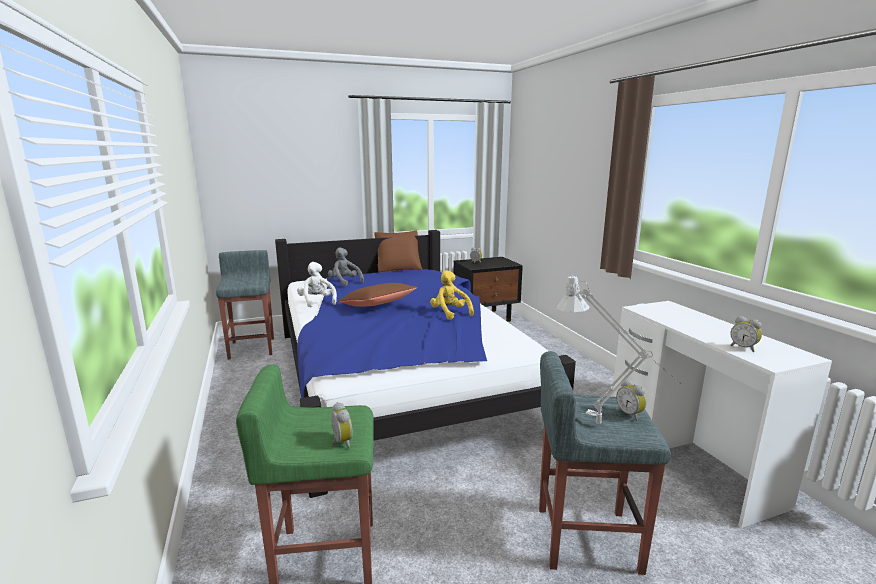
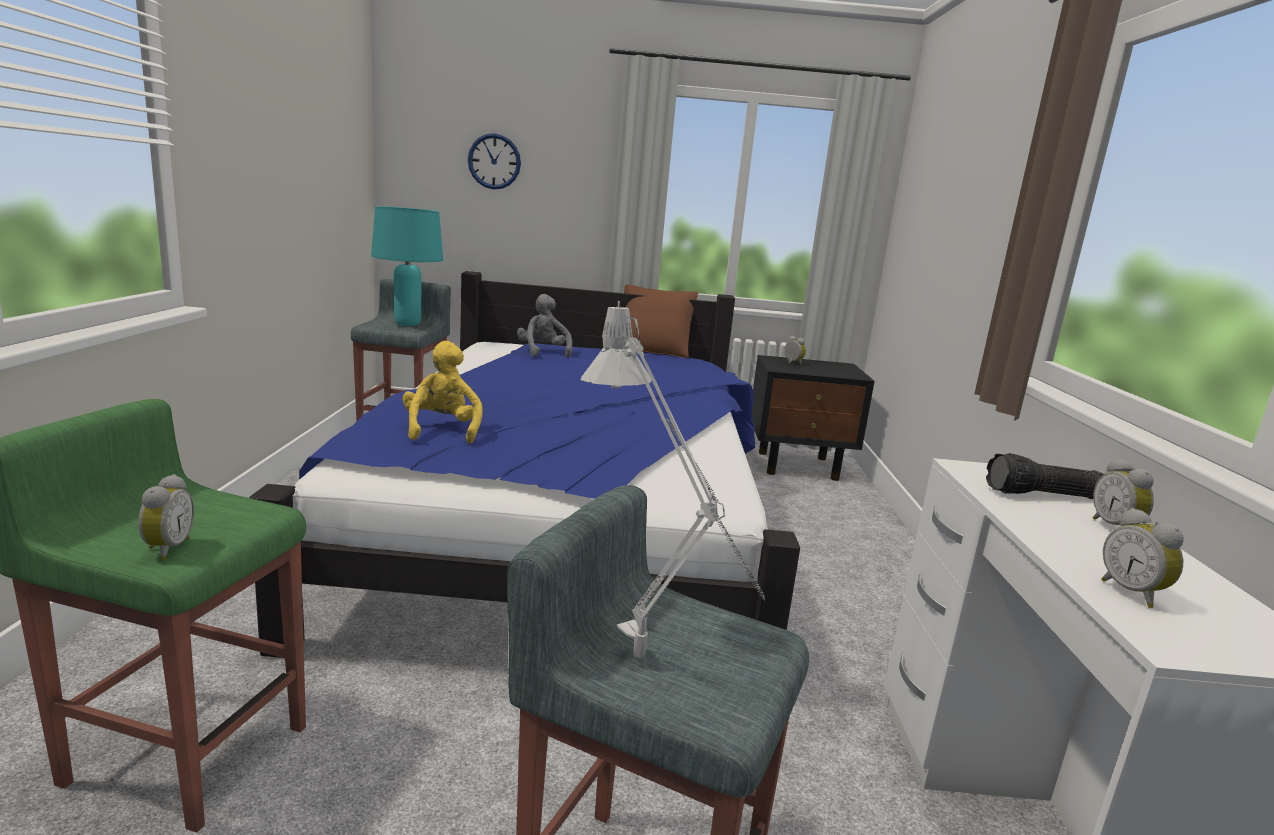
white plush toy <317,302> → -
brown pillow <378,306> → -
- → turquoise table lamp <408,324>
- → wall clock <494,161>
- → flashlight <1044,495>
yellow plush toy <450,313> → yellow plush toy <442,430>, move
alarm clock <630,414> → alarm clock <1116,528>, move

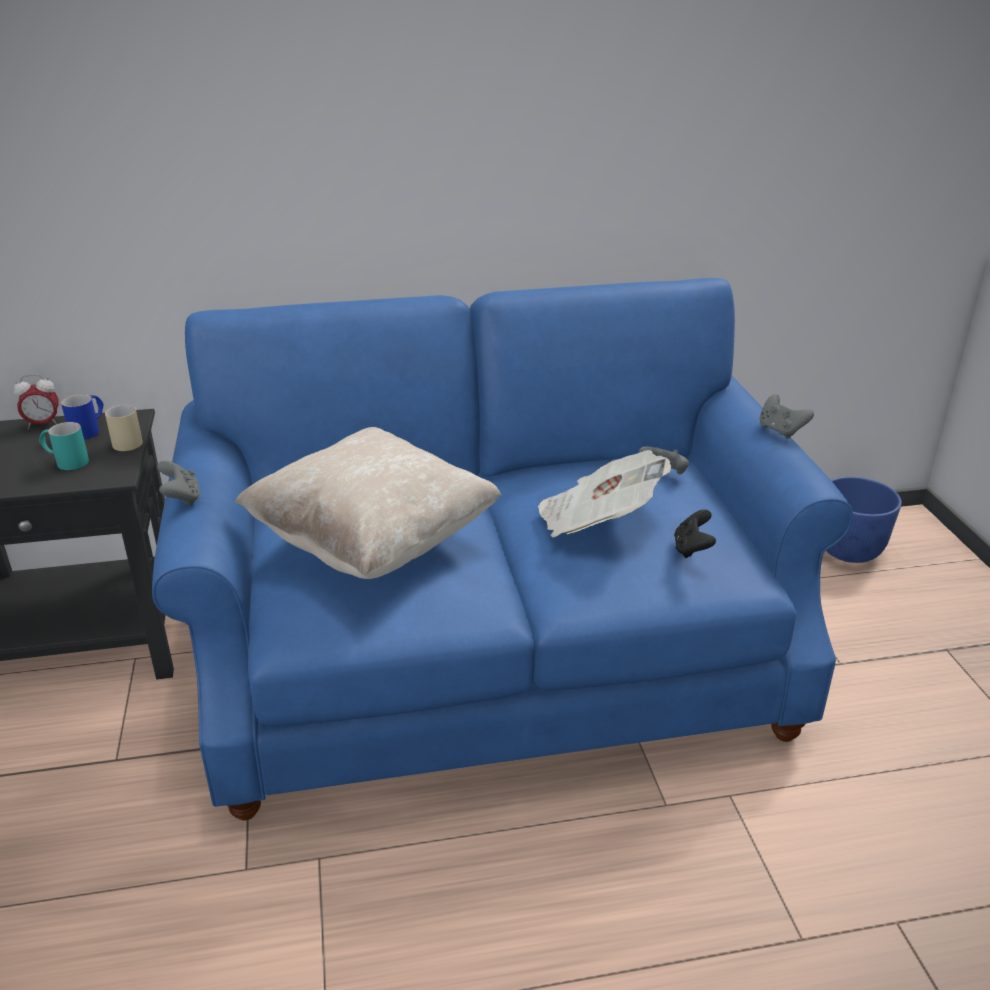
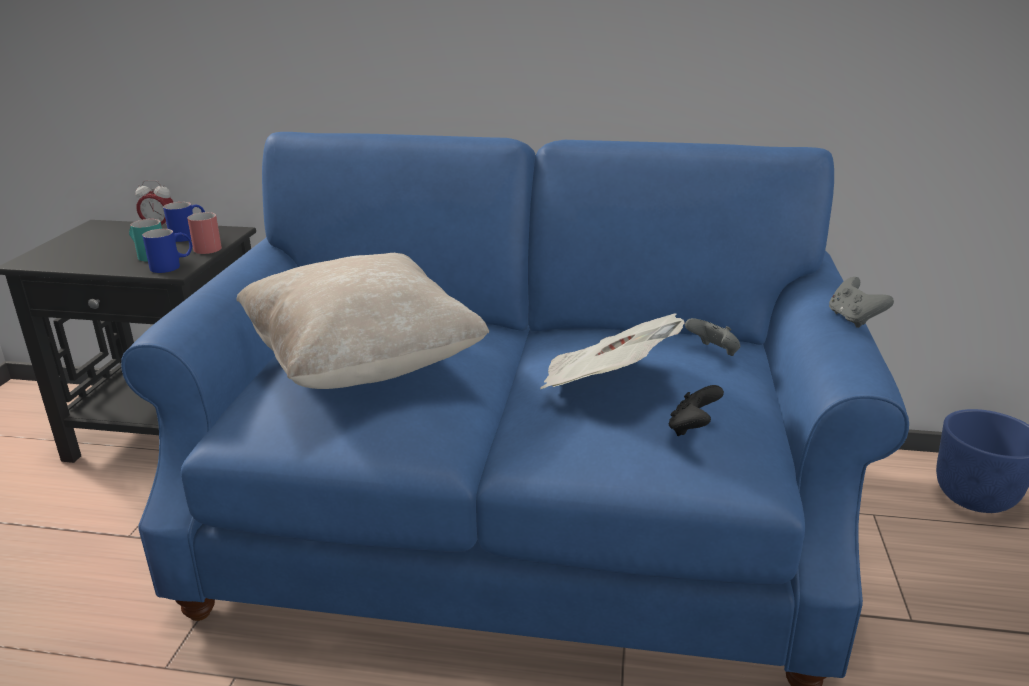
grey game controller <182,498> → -
- → blue mug <173,266>
beige mug <125,441> → red mug <208,247>

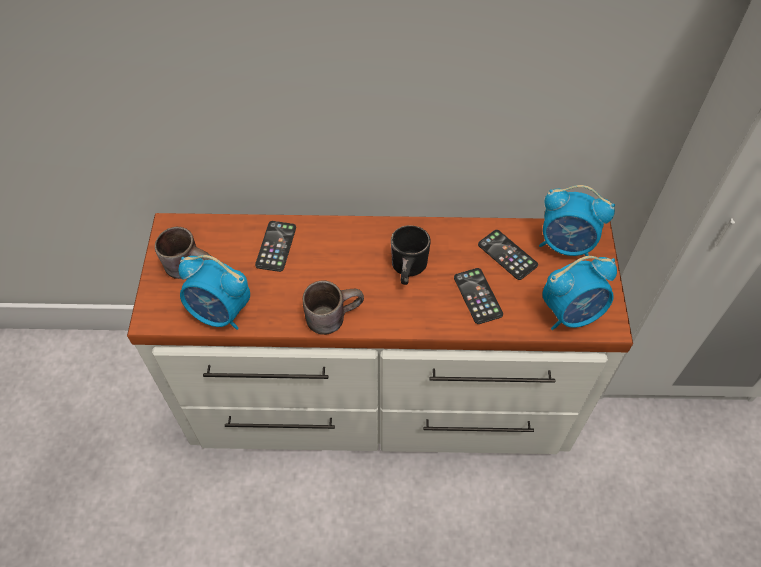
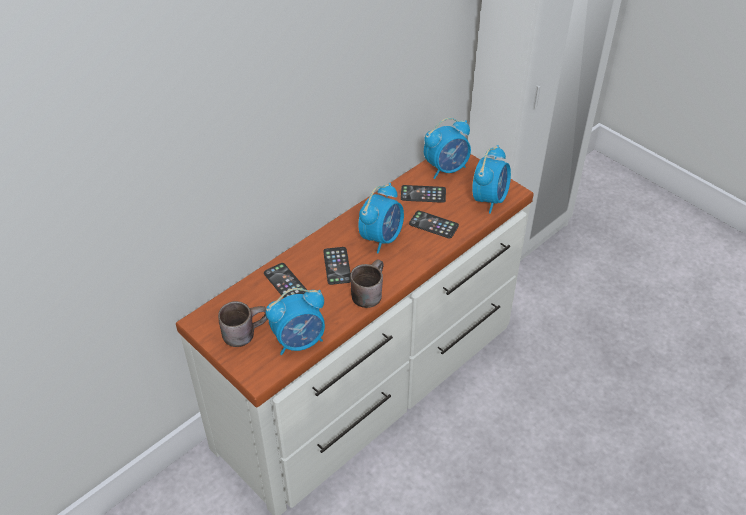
- → phone <337,266>
black mug <411,270> → alarm clock <381,238>

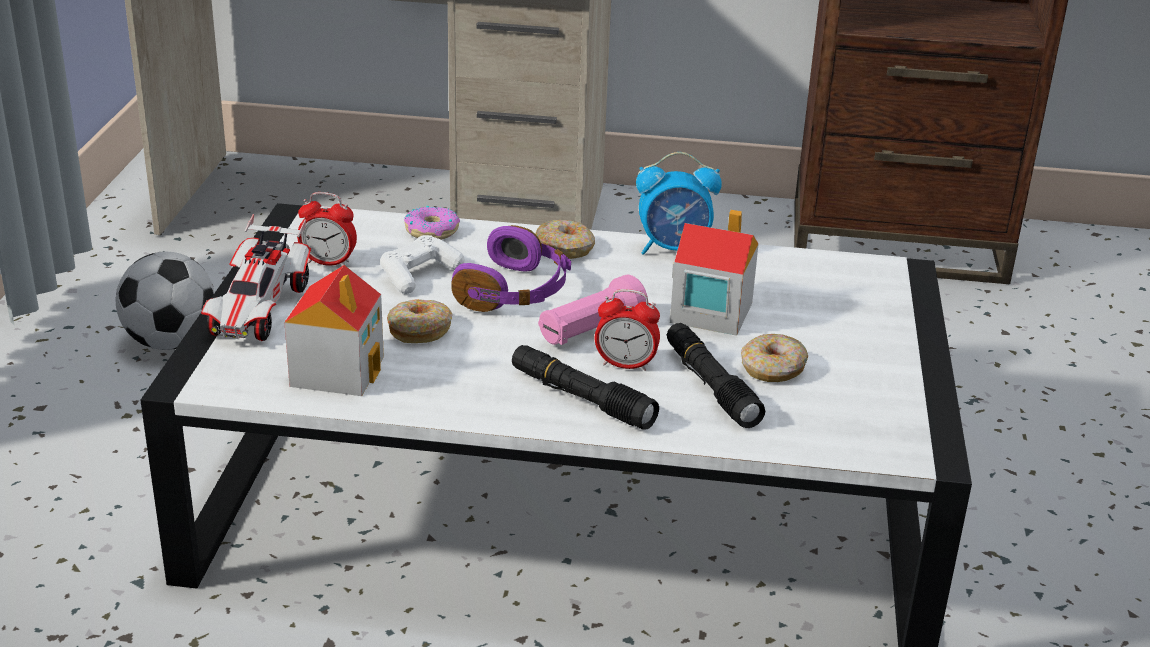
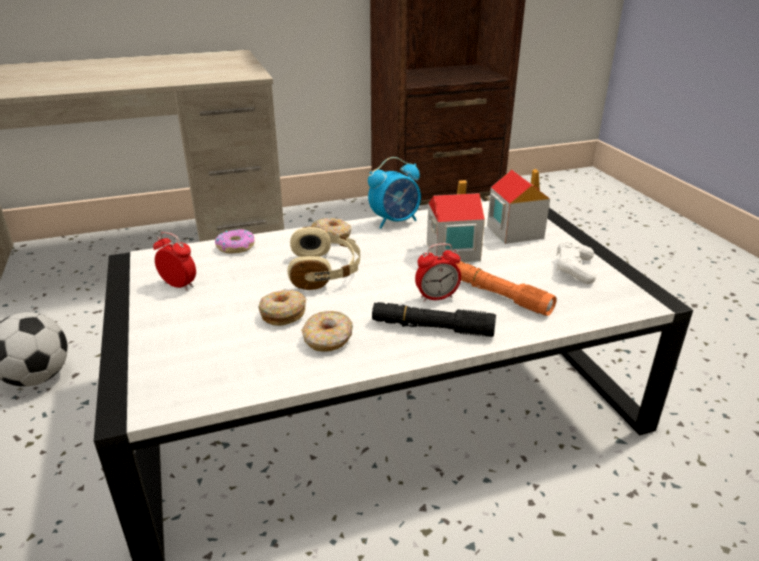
toy car <259,310> → -
pink flashlight <590,332> → -
toy house <337,370> → toy house <514,231>, move
white game controller <419,275> → white game controller <574,269>, move
donut <773,369> → donut <328,339>, move
purple headphones <515,292> → beige headphones <325,271>
black flashlight <711,385> → orange flashlight <498,295>
alarm clock <328,262> → alarm clock <178,285>, 135 degrees counterclockwise

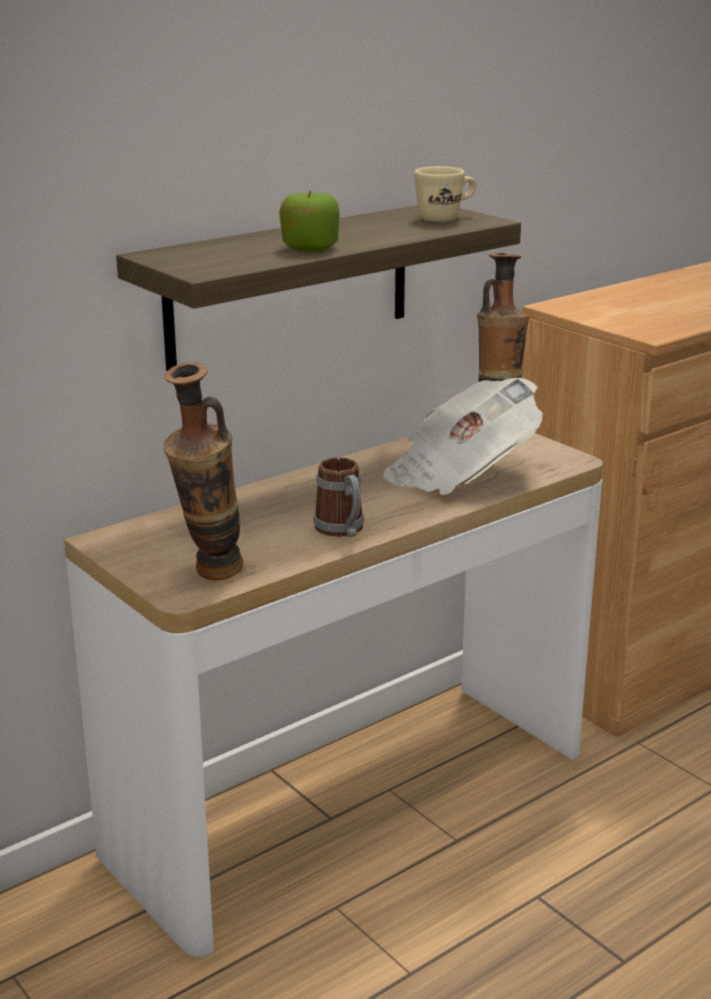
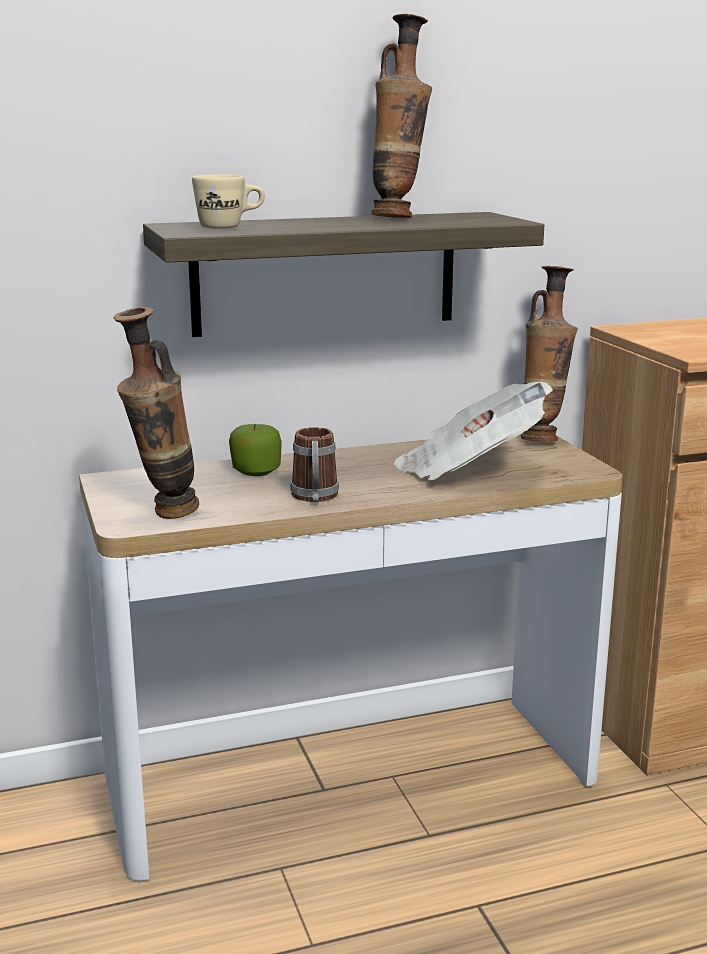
- → vase <398,218>
apple <310,248> → apple <256,471>, move
beige mug <446,218> → beige mug <230,227>, move

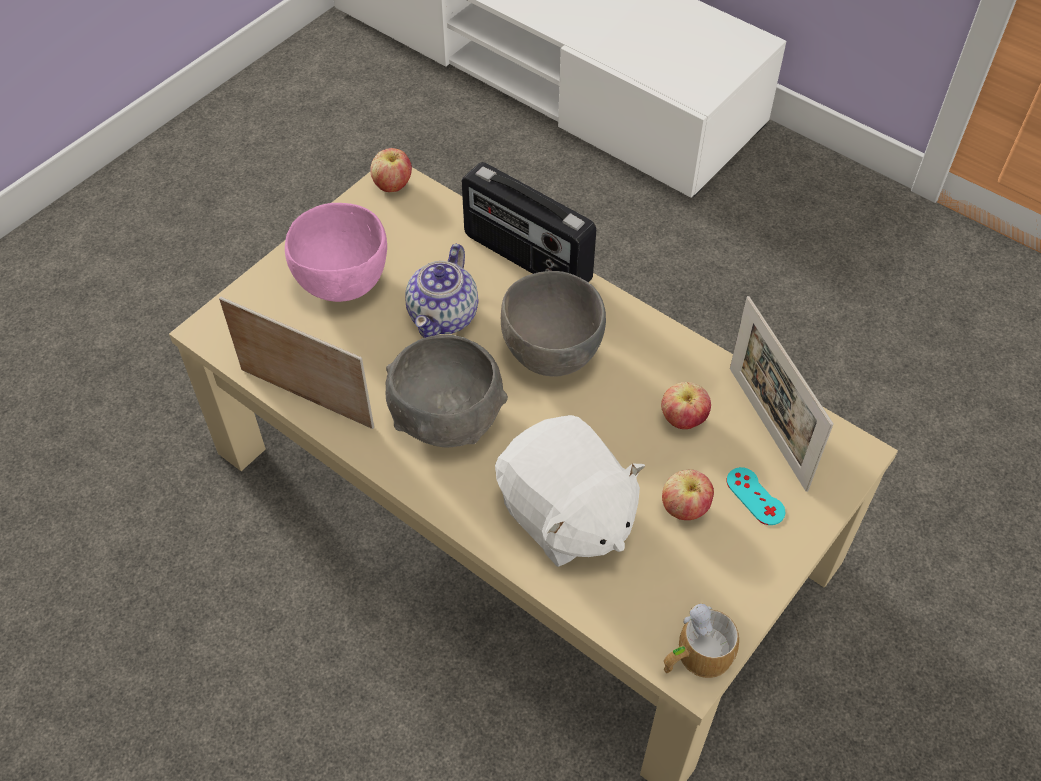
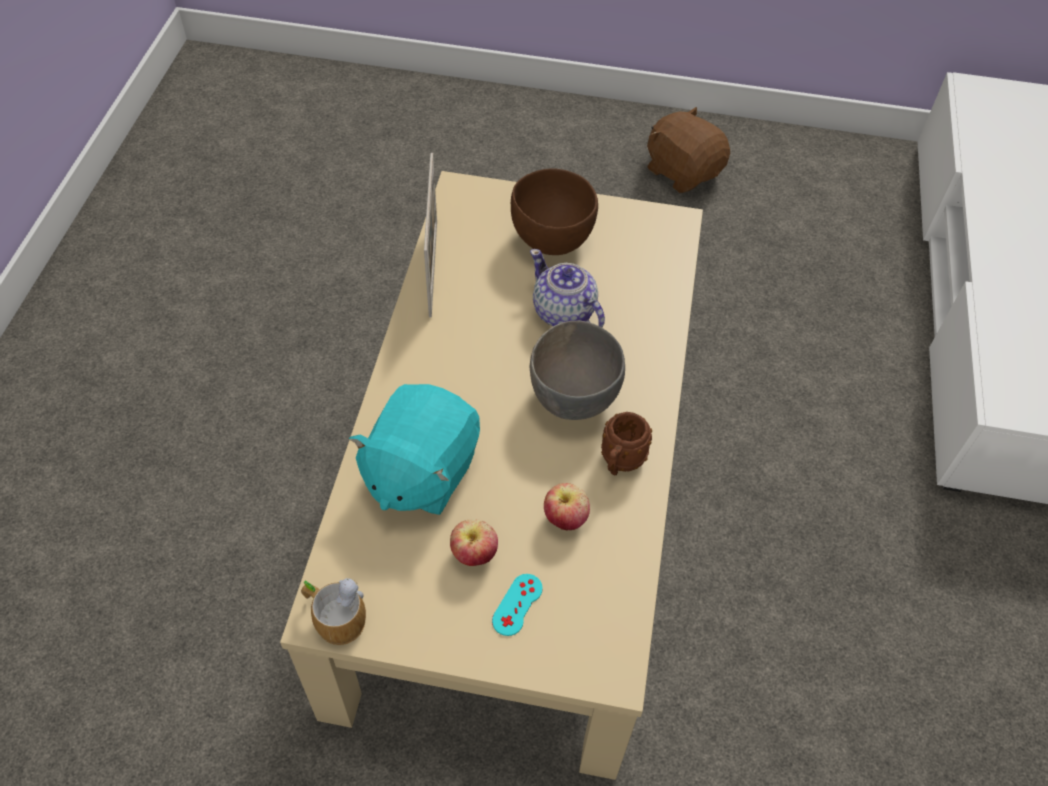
apple <392,185> → -
grey bowl <446,418> → -
radio <526,259> → -
picture frame <767,427> → -
- → brown mug <620,462>
- → brown plush toy <683,171>
pink bowl <341,283> → brown bowl <551,239>
white plush toy <565,515> → turquoise plush toy <420,471>
teapot <444,315> → teapot <564,313>, 60 degrees clockwise

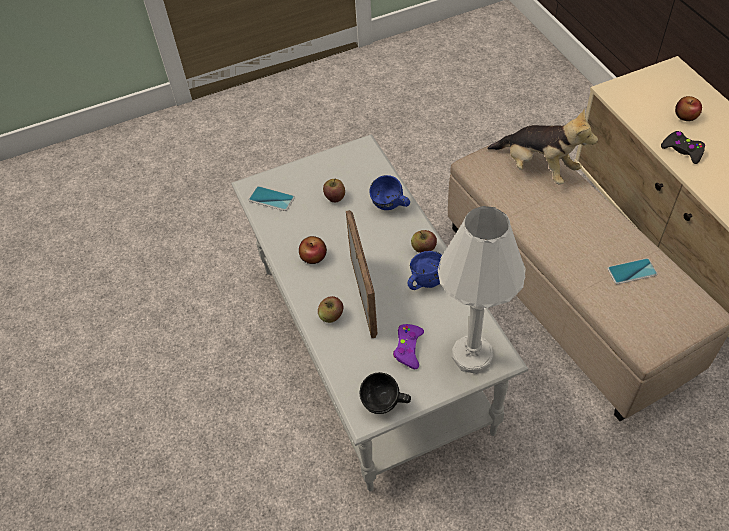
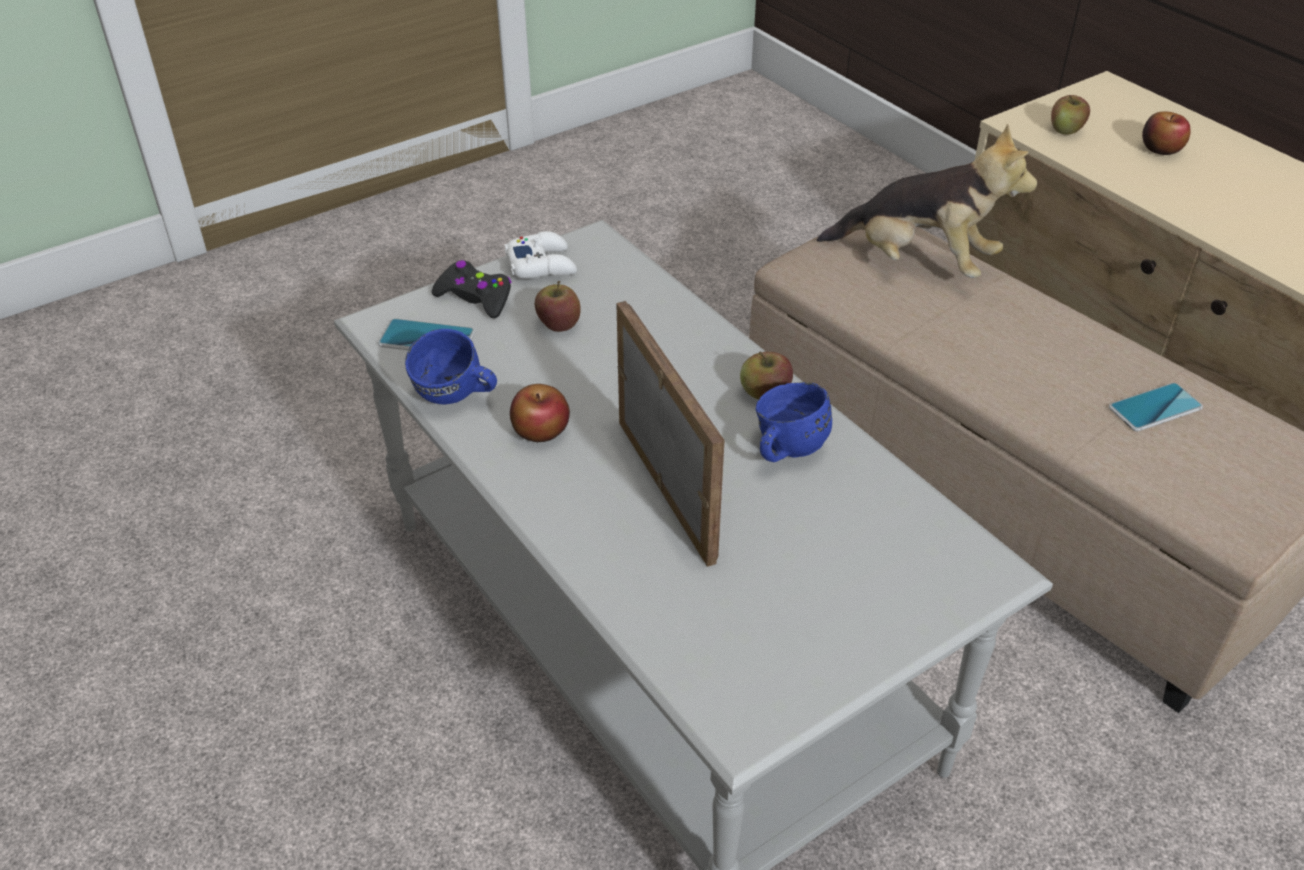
black mug <385,405> → -
purple game controller <408,348> → -
white table lamp <472,355> → -
- → white game controller <542,264>
apple <331,316> → apple <1066,129>, move
blue mug <390,206> → blue mug <455,398>, move
black game controller <682,150> → black game controller <475,297>, move

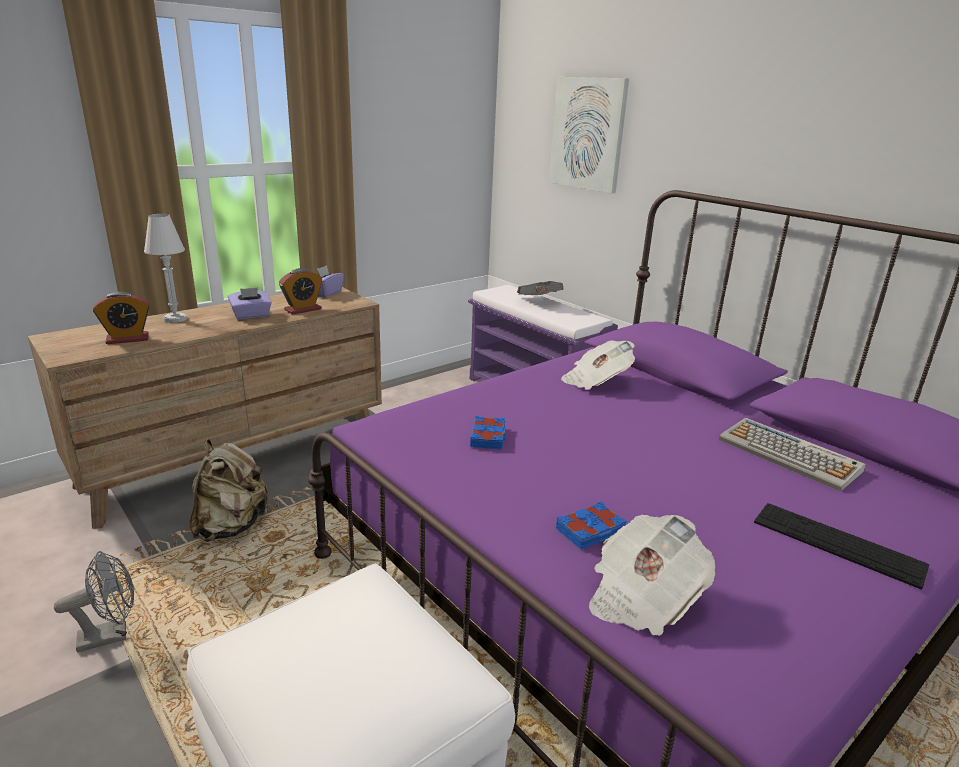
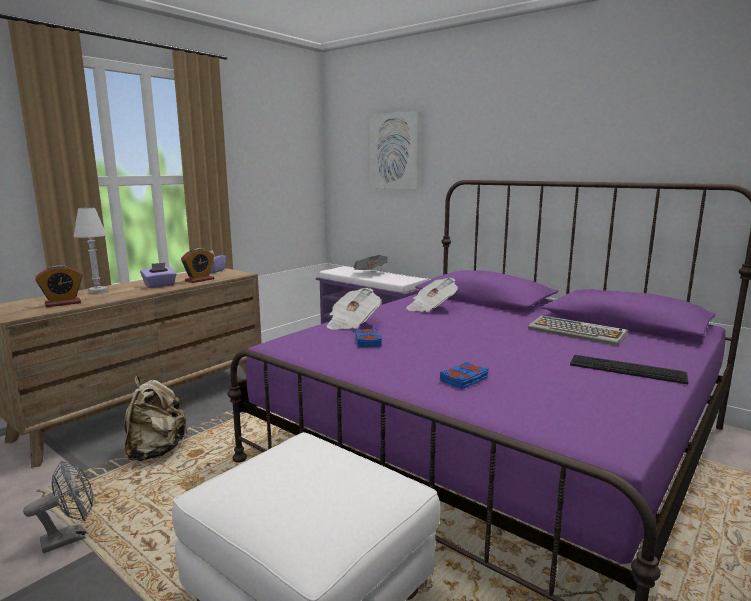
newspaper <642,597> → newspaper <352,323>, move

